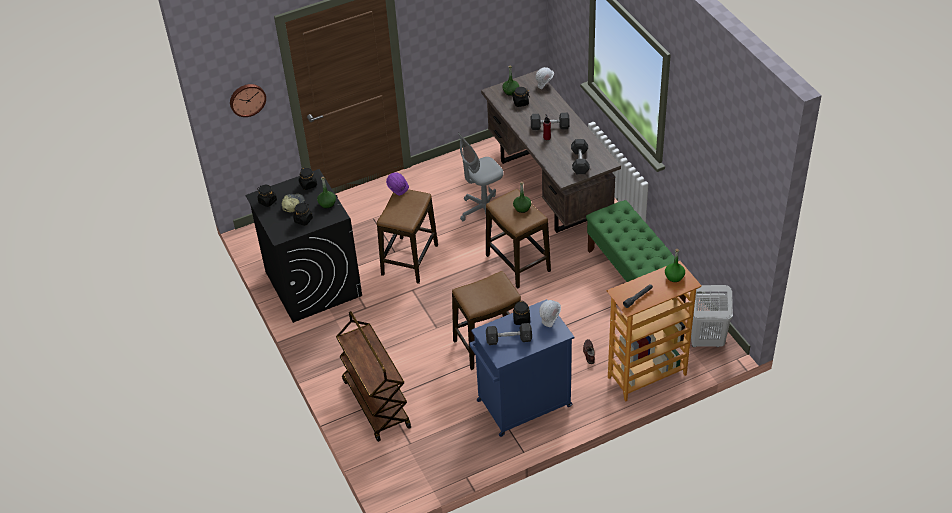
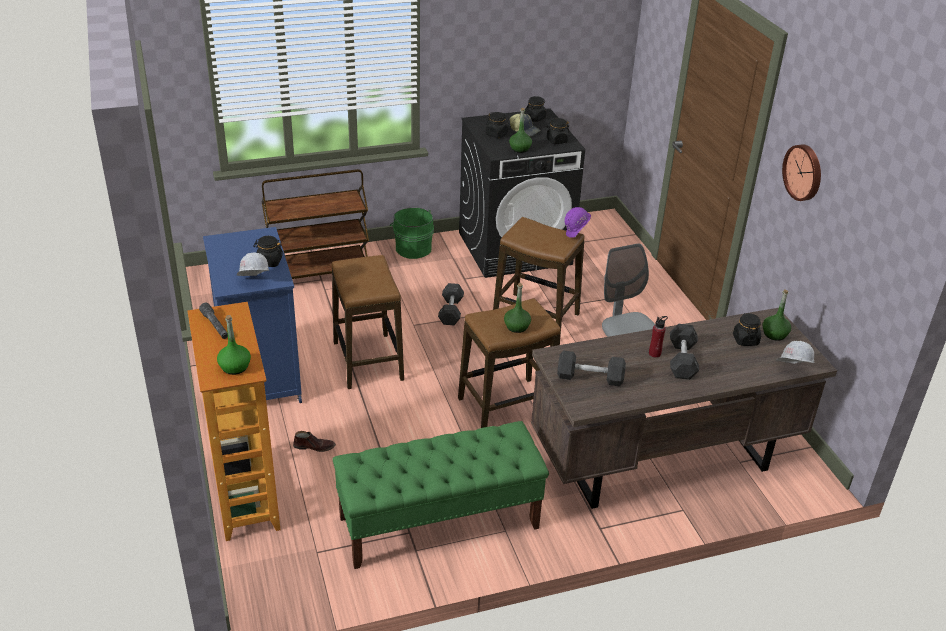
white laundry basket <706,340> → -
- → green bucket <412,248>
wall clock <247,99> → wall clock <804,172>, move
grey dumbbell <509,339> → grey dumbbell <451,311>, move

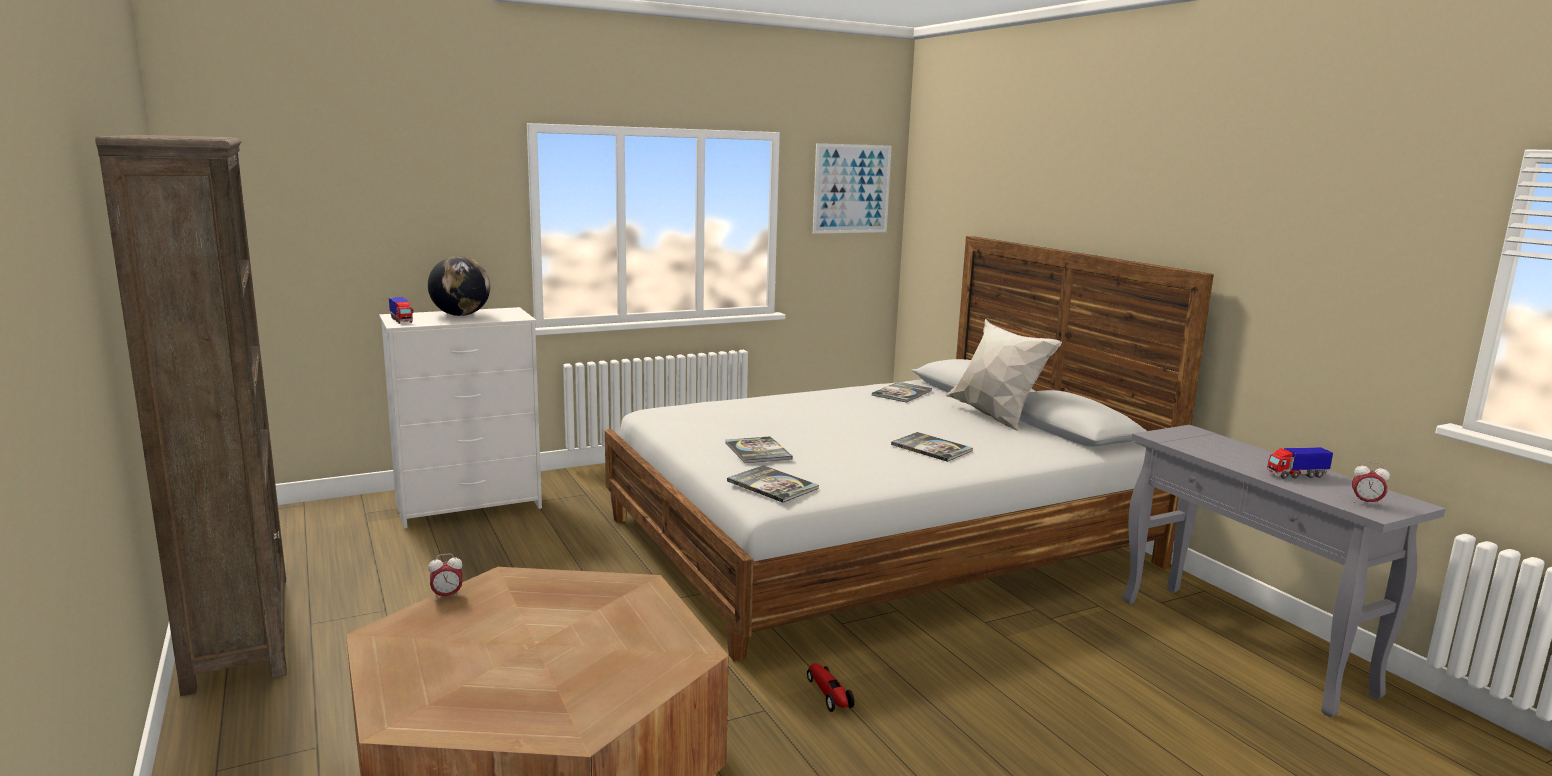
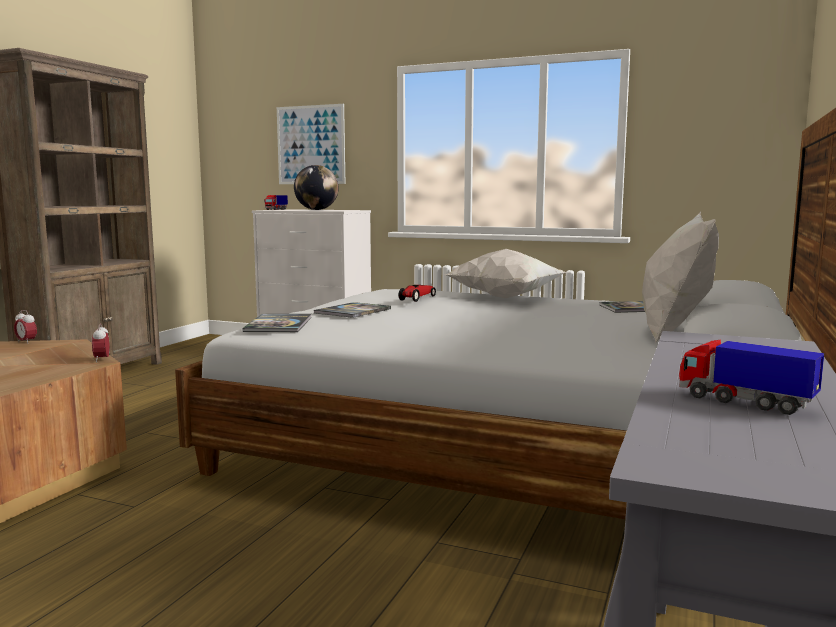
book <931,448> → -
- → white pillow <507,298>
toy car <829,694> → toy car <418,298>, move
picture <851,189> → picture <311,145>, move
alarm clock <1366,503> → alarm clock <102,360>, move

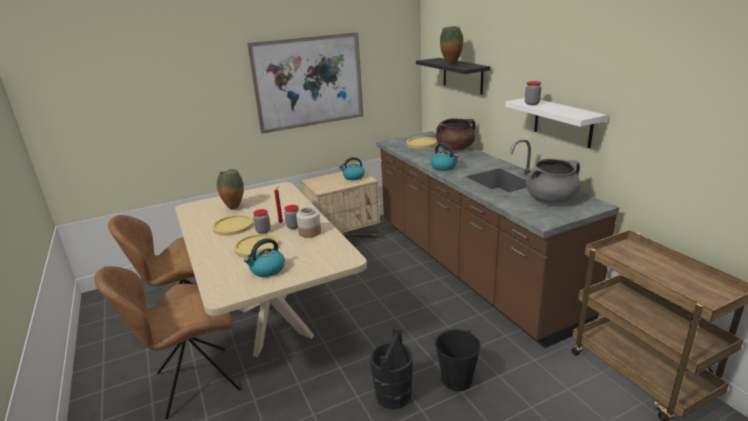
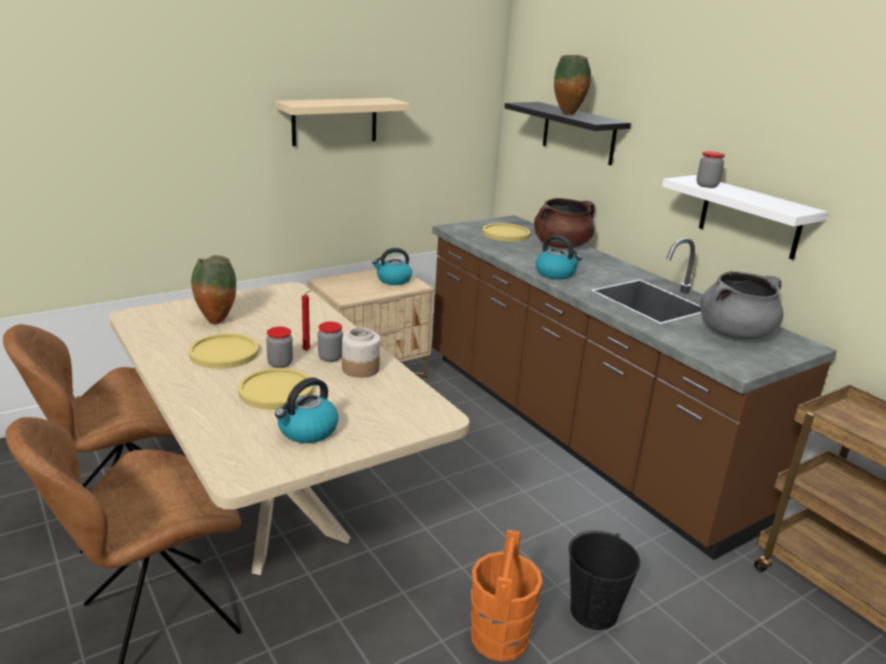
picture <309,82> → beige shelf <334,121>
black bucket <393,395> → orange bucket <499,637>

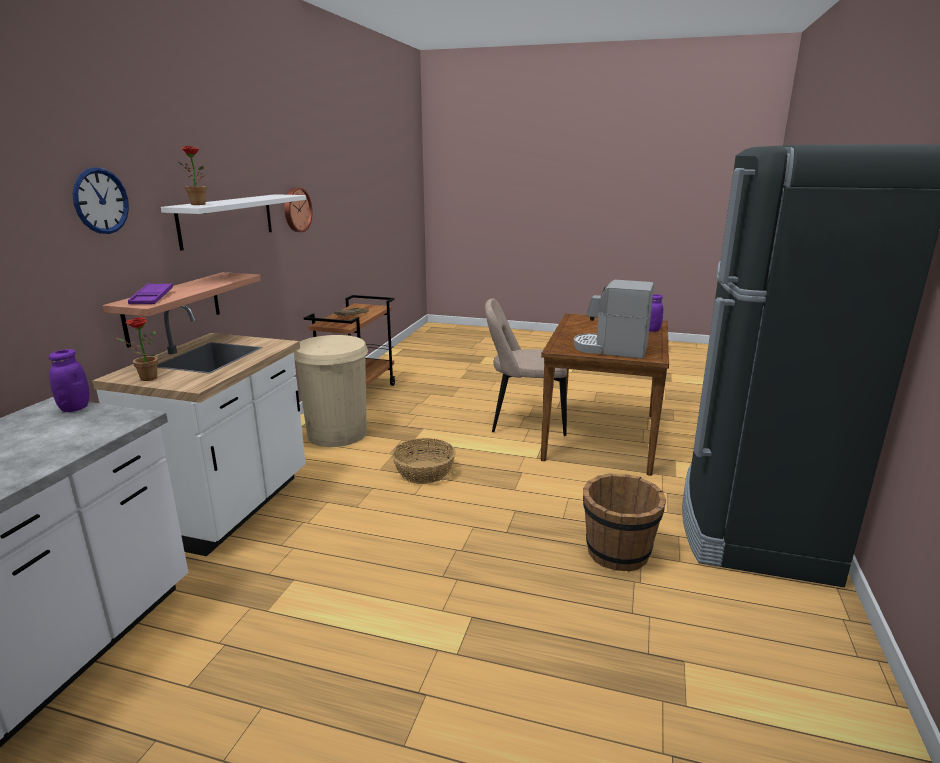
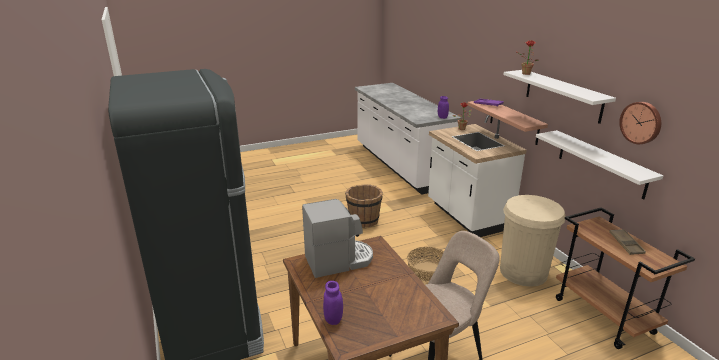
wall clock <101,201> → -
- → white shelf <601,163>
brown bucket <617,553> → brown bucket <363,220>, move

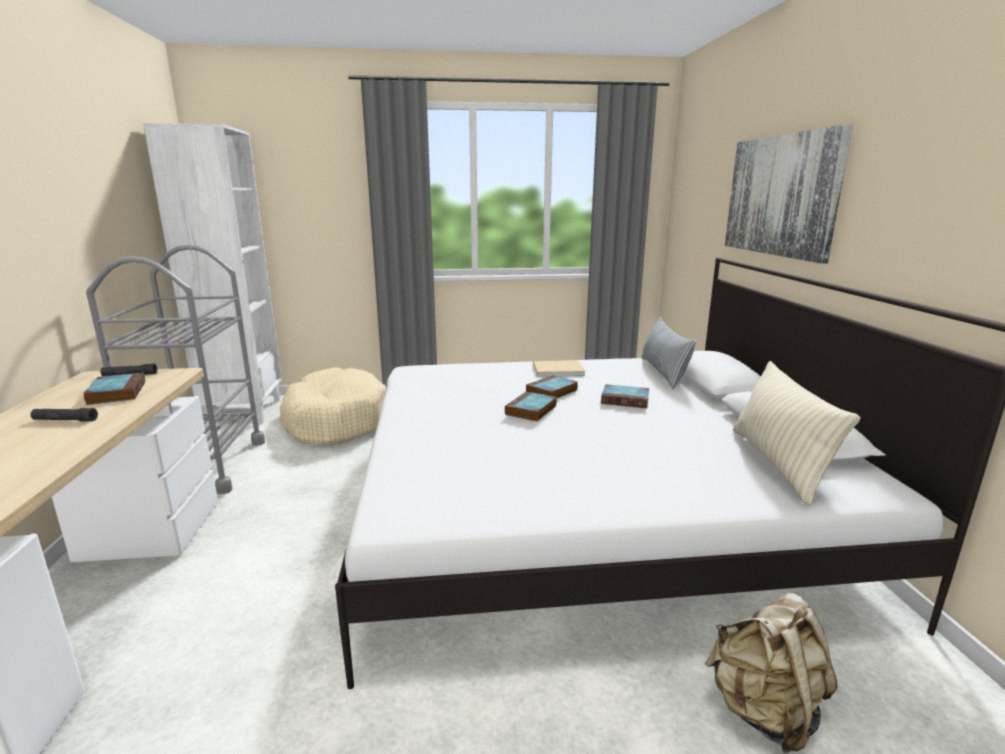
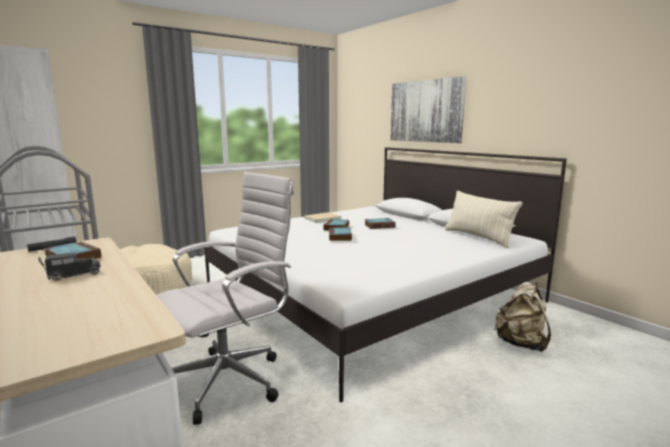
pillow <663,372> → -
- → white office chair <231,380>
black flashlight <65,420> → toy truck <72,275>

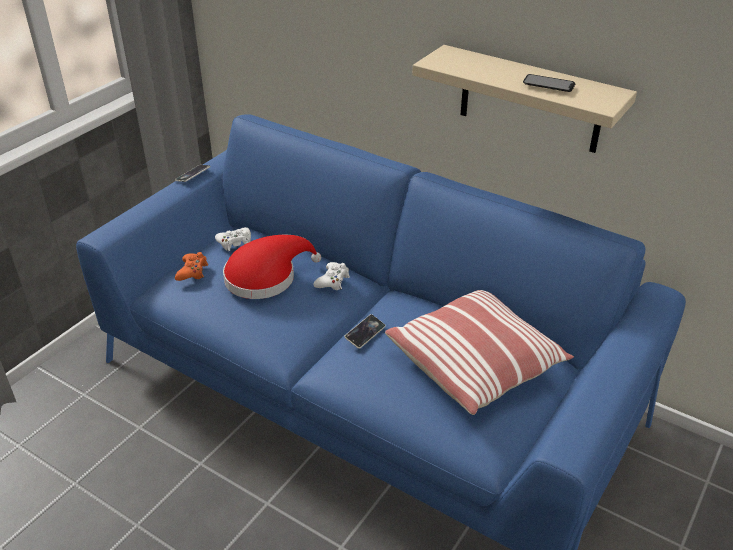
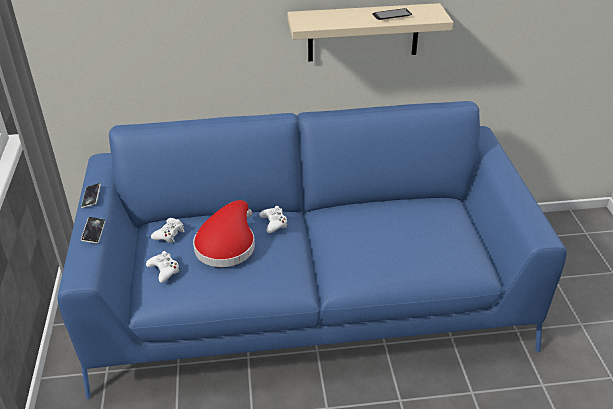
pillow <475,363> → -
phone <365,333> → phone <93,232>, move
orange game controller <192,271> → white game controller <164,270>

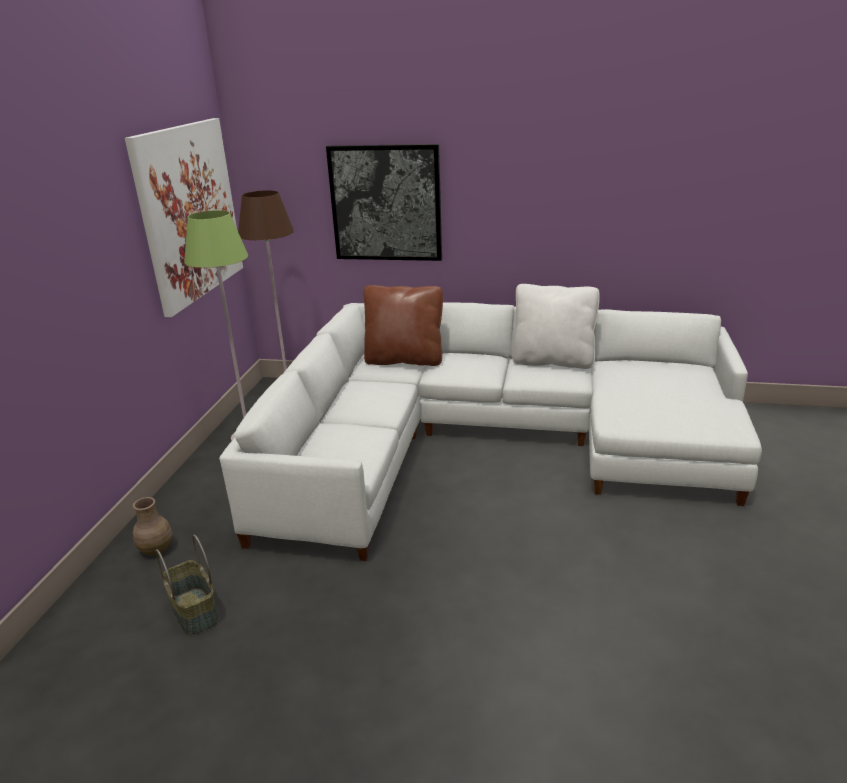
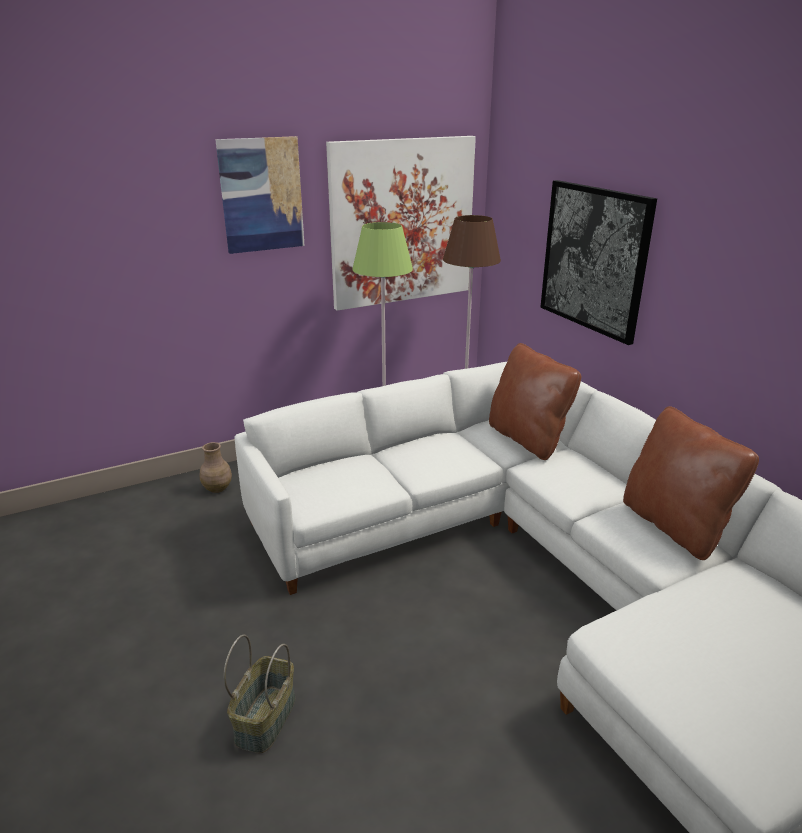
- → picture <261,195>
basket <193,612> → basket <265,718>, move
white pillow <553,361> → brown pillow <674,526>

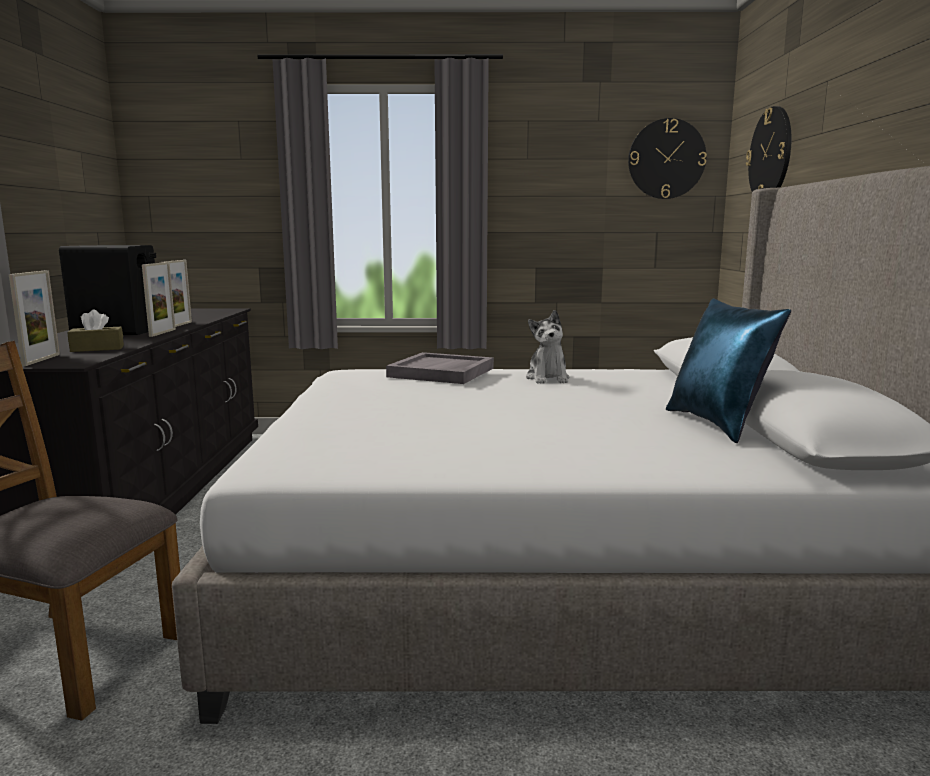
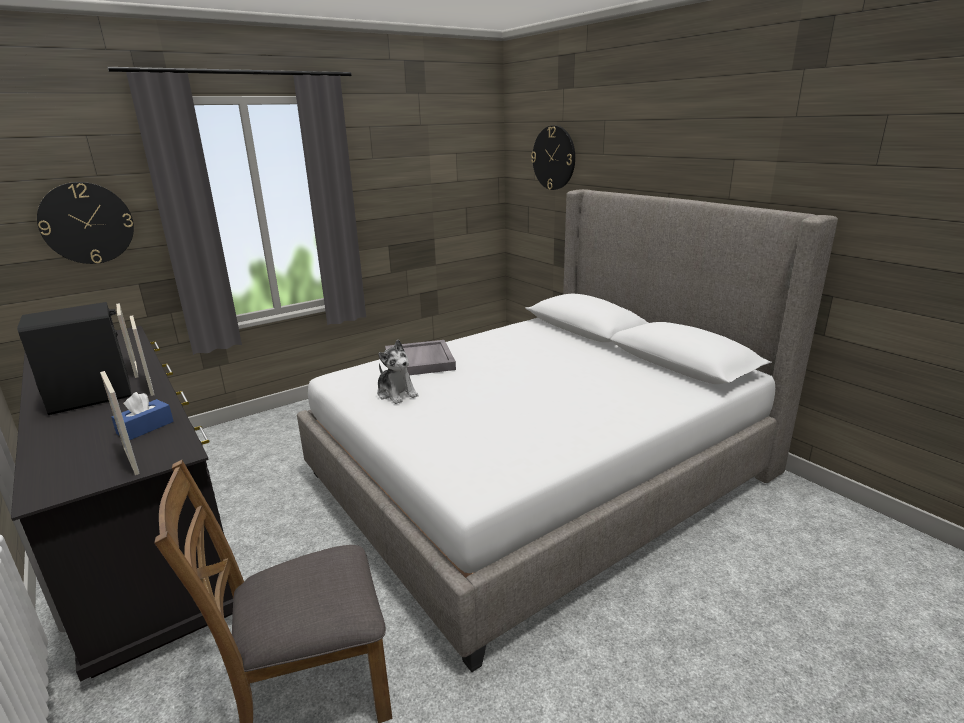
blue pillow <718,425> → -
plush toy <548,378> → plush toy <396,393>, move
wall clock <666,159> → wall clock <87,223>, move
brown tissue box <97,348> → blue tissue box <145,428>

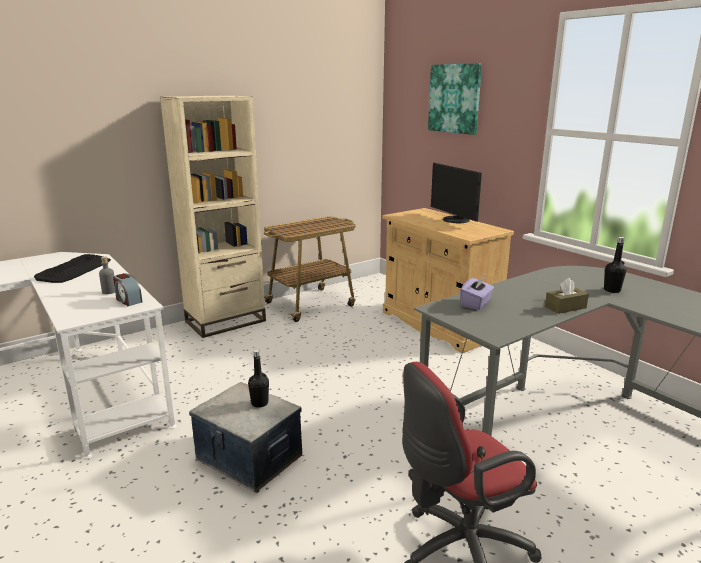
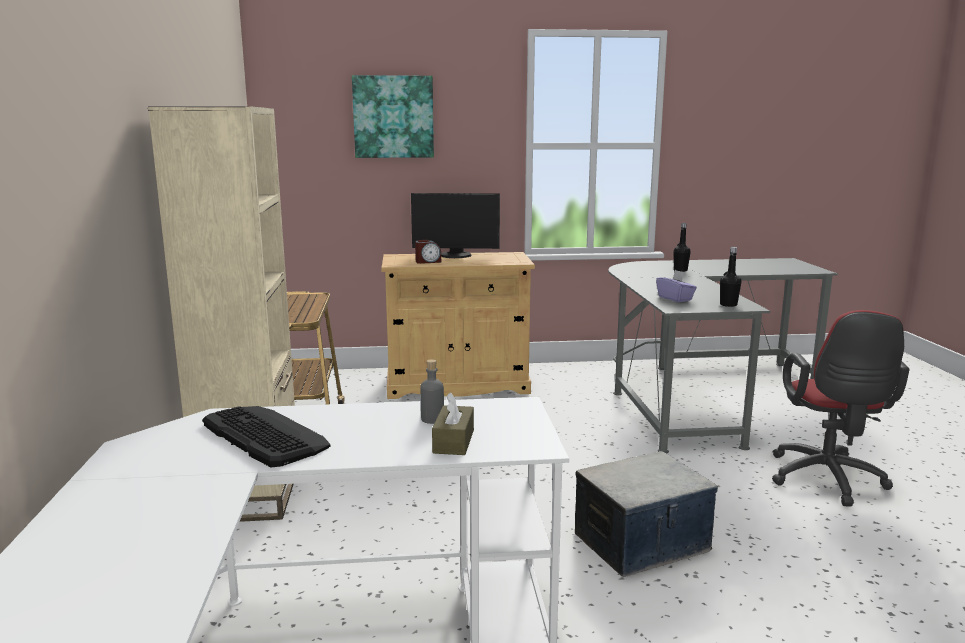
alarm clock <128,300> → alarm clock <428,262>, move
black bottle <259,403> → black bottle <728,305>, move
brown tissue box <565,307> → brown tissue box <453,441>, move

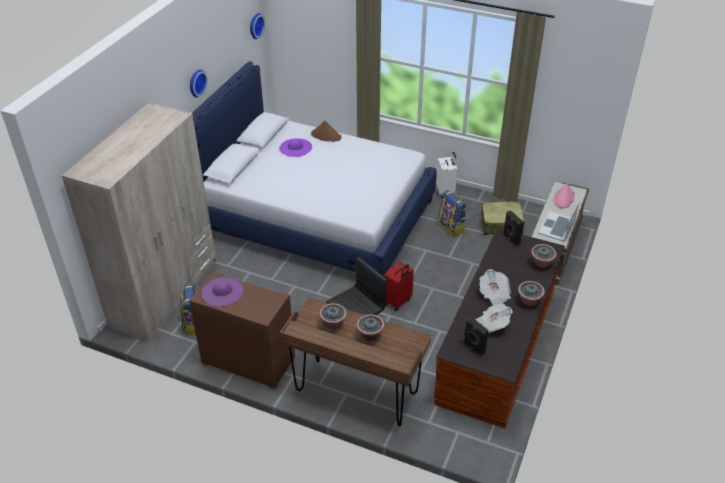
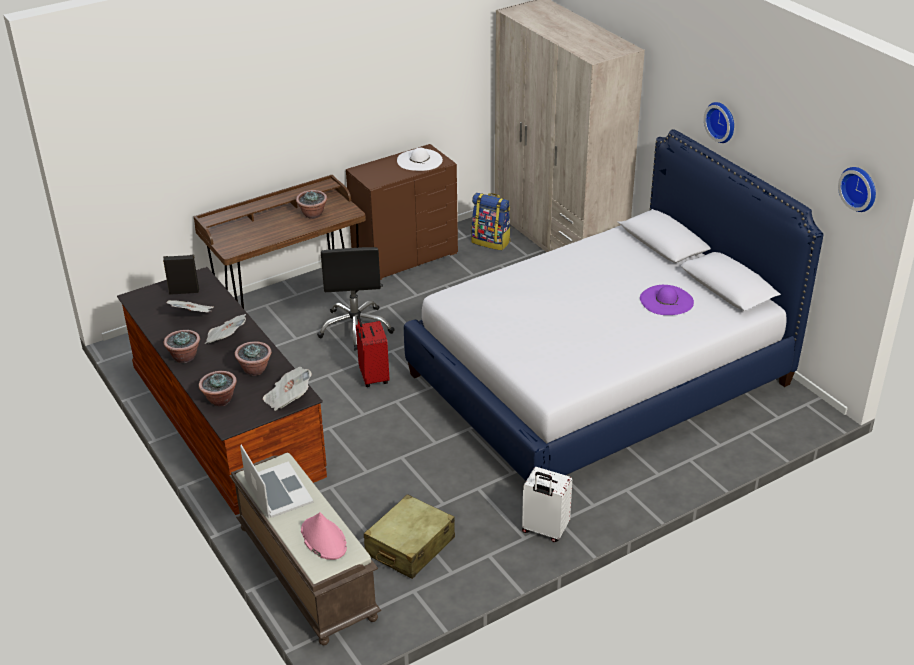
brown hat <326,136> → -
backpack <452,227> → -
potted plant <370,336> → potted plant <255,369>, move
black speaker <510,239> → newspaper <288,399>
purple hat <222,292> → white hat <419,160>

